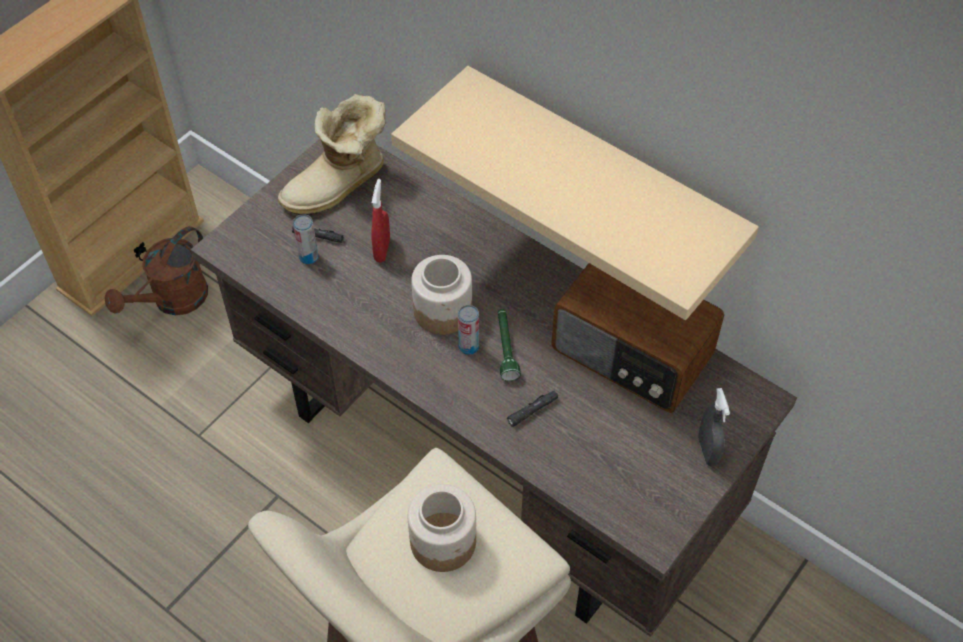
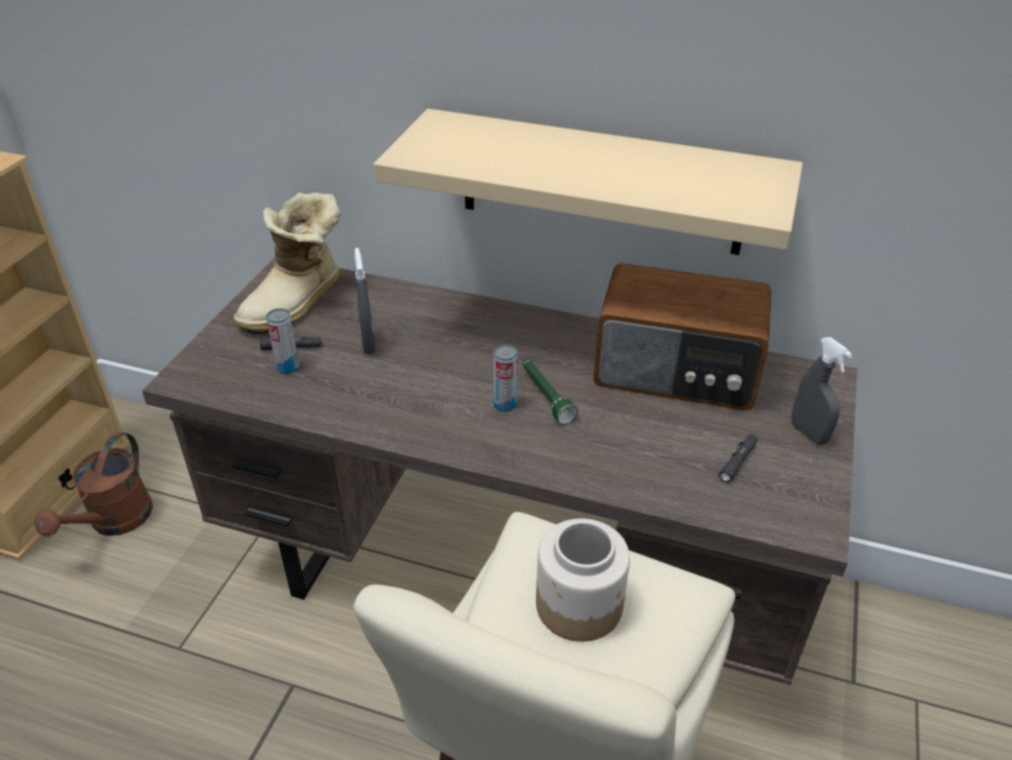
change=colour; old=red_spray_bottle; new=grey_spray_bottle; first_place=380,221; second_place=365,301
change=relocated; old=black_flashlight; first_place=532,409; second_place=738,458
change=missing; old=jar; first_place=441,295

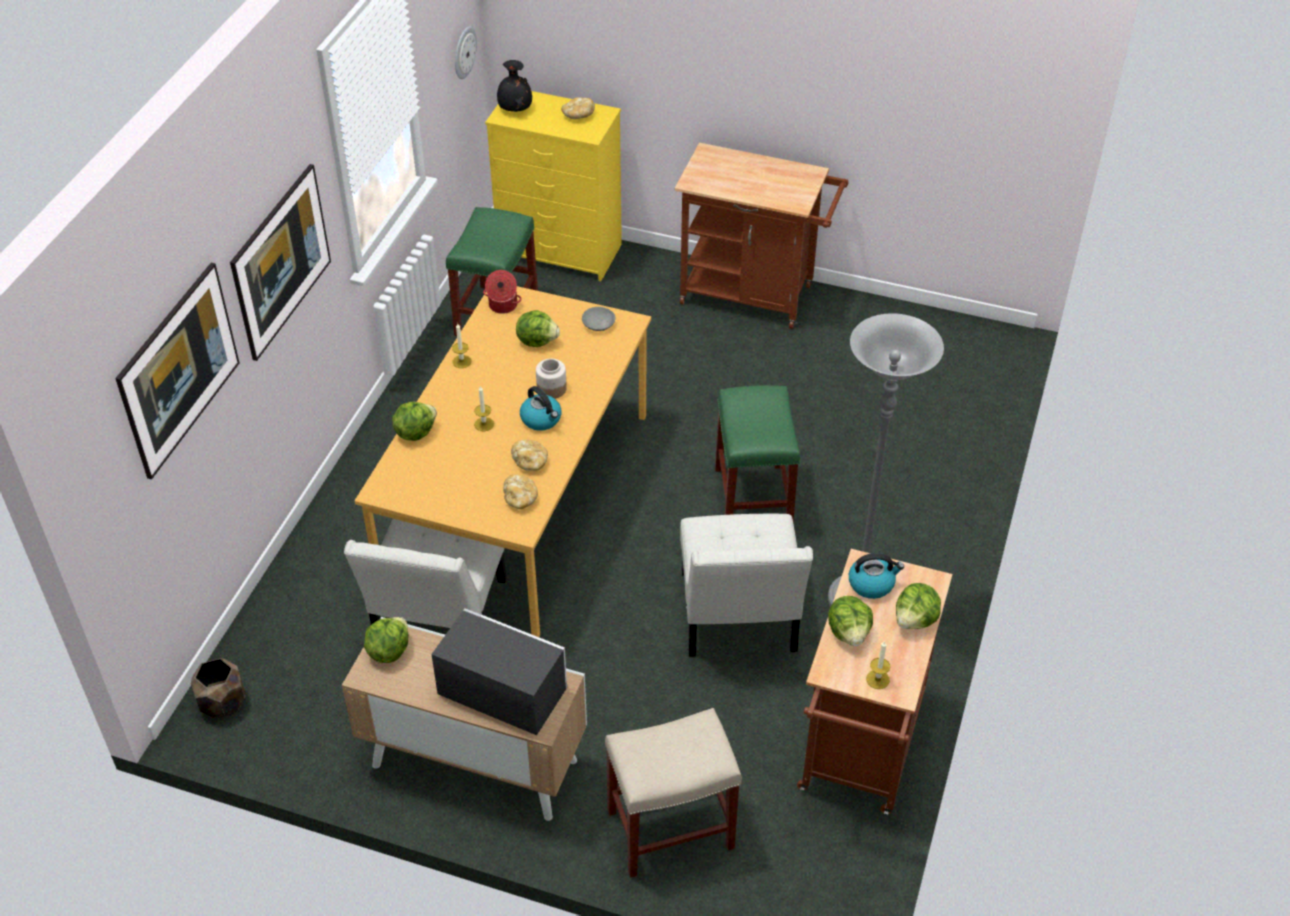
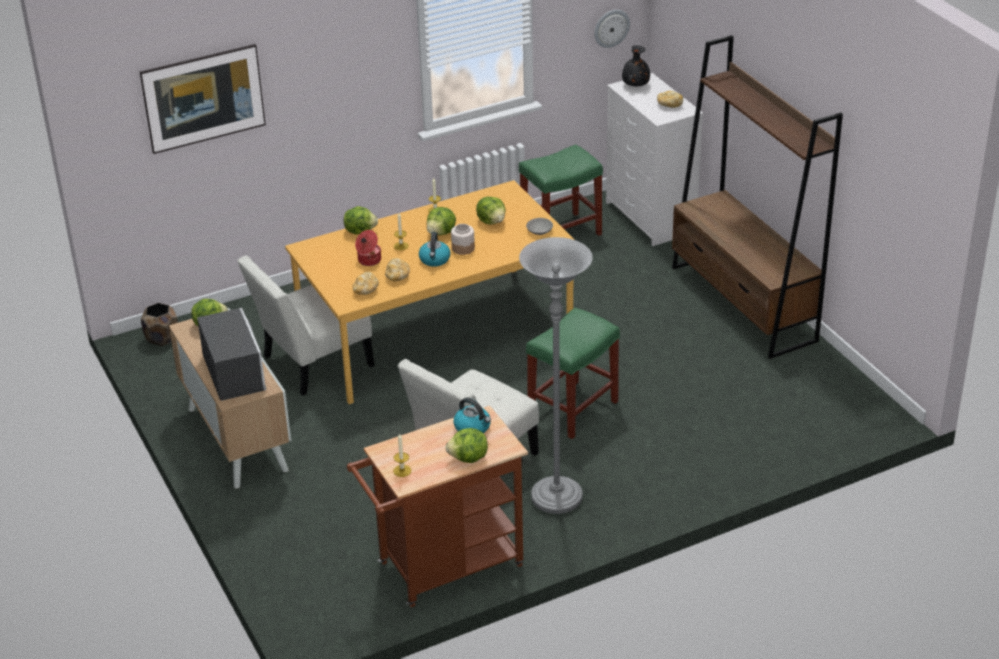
change=relocated; old=cooking_pot; first_place=502,292; second_place=368,248
change=relocated; old=lettuce; first_place=850,621; second_place=441,221
change=colour; old=yellow_dresser; new=white_dresser; first_place=553,186; second_place=654,159
change=exchanged; old=brown_cart; new=brown_bookcase; first_place=761,236; second_place=757,197
change=missing; old=picture; first_place=280,262
change=missing; old=beige_stool; first_place=673,793

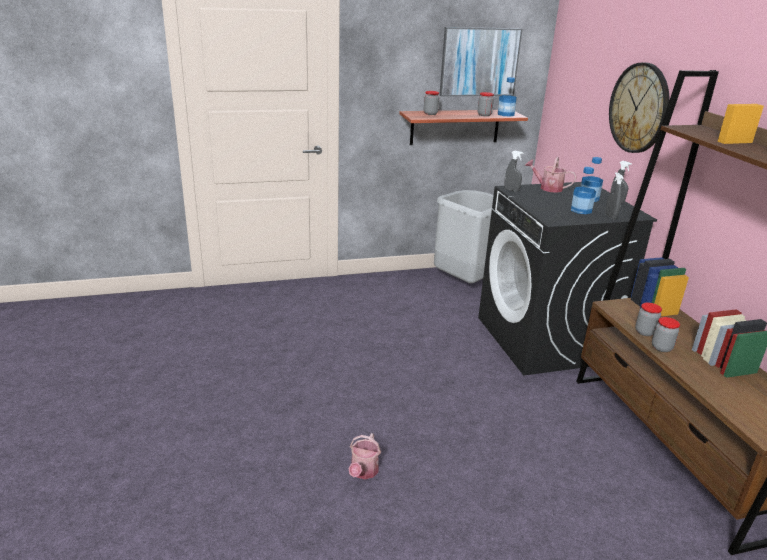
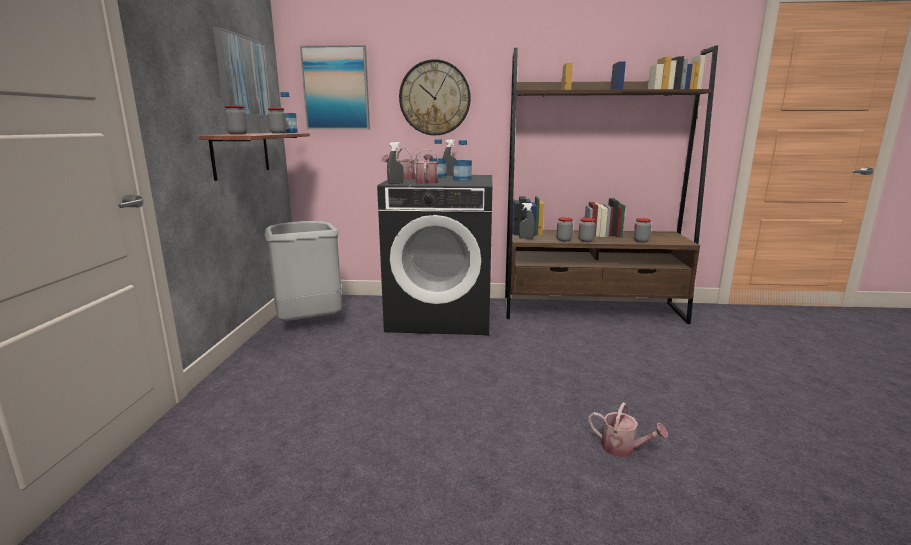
change=appeared; new=picture; second_place=335,87
change=appeared; new=watering_can; second_place=426,167
change=relocated; old=grey_spray_bottle; first_place=614,196; second_place=527,221
change=appeared; new=jar; second_place=642,230

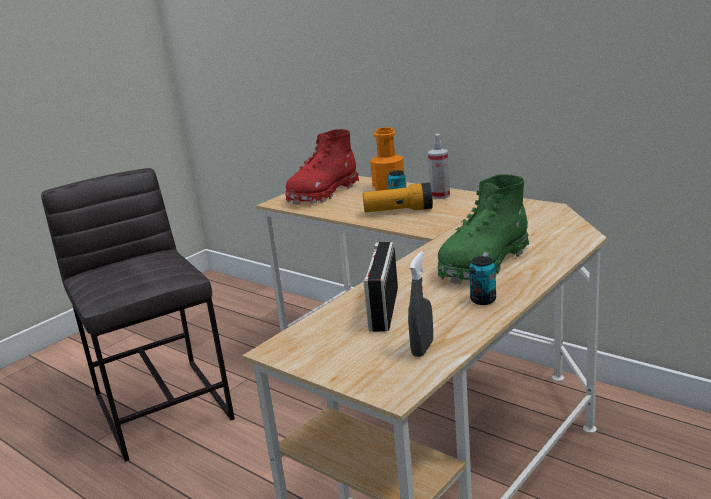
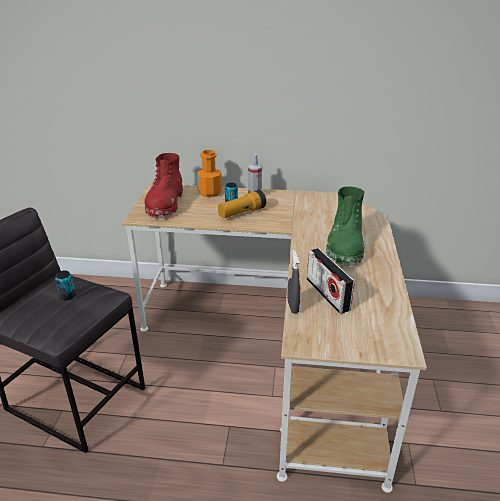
change=relocated; old=can; first_place=482,280; second_place=65,285
change=relocated; old=grey_spray_bottle; first_place=420,304; second_place=293,281

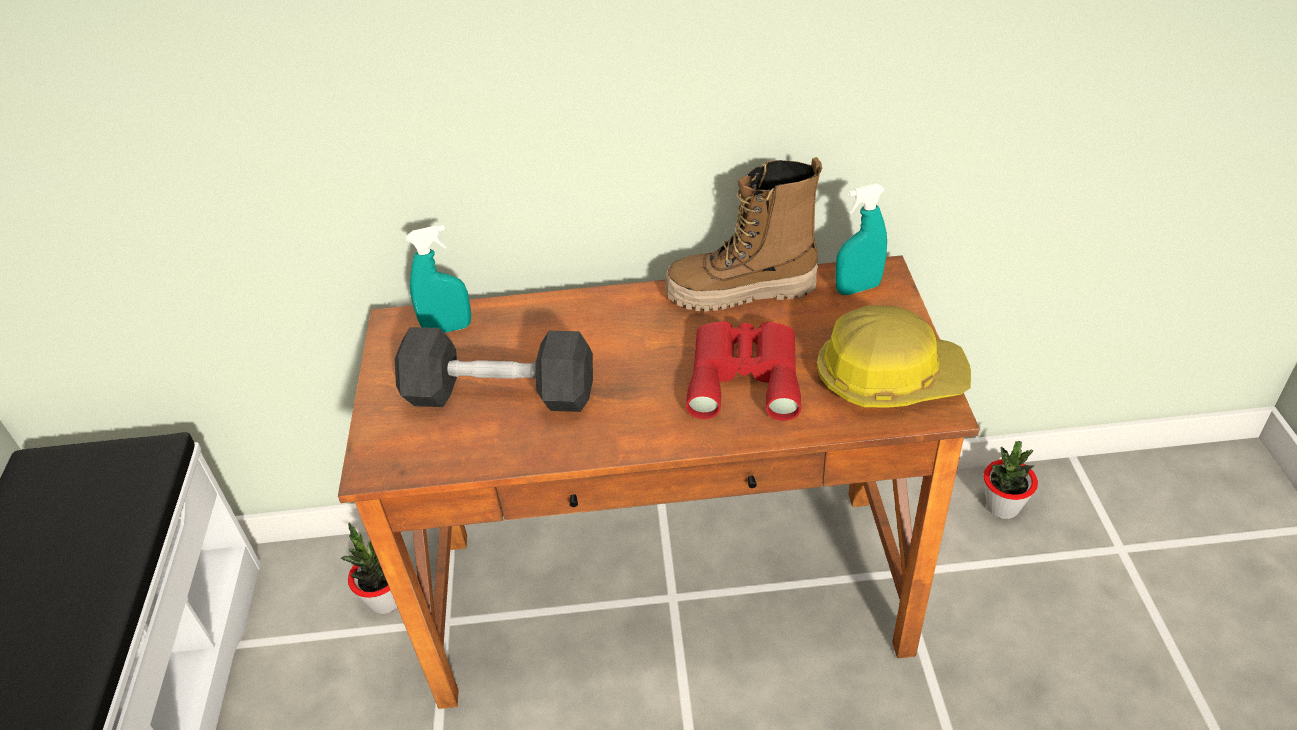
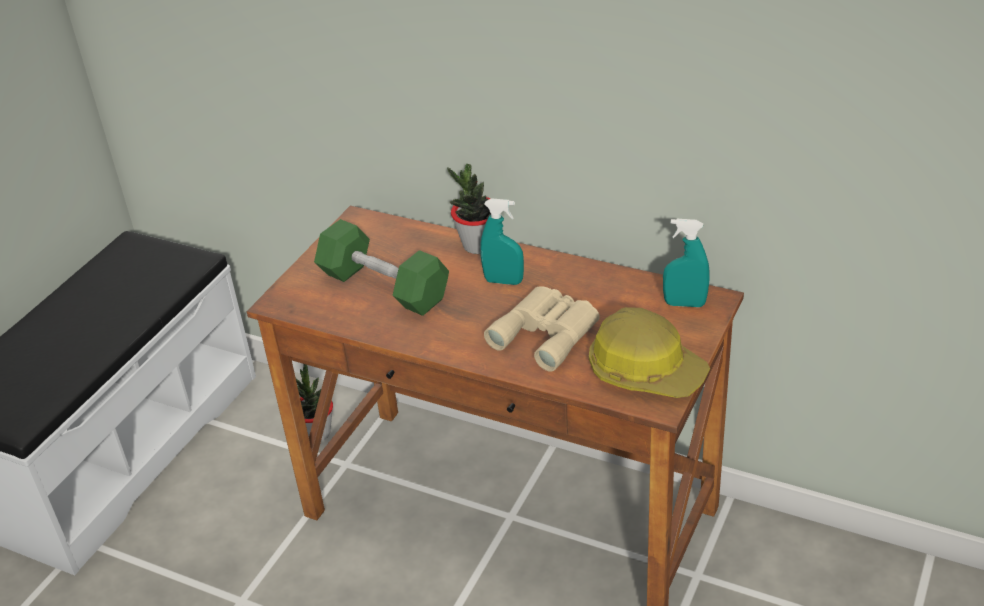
change=colour; old=black_dumbbell; new=green_dumbbell; first_place=494,369; second_place=381,267
change=relocated; old=potted_plant; first_place=1010,480; second_place=469,208
change=relocated; old=turquoise_spray_bottle; first_place=438,279; second_place=502,241
change=colour; old=red_binoculars; new=beige_binoculars; first_place=743,371; second_place=542,328
change=missing; old=boot; first_place=743,234

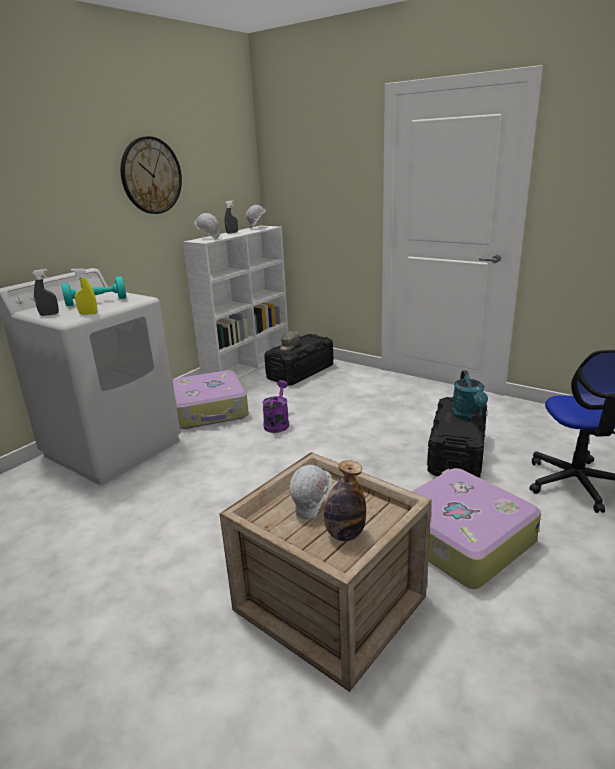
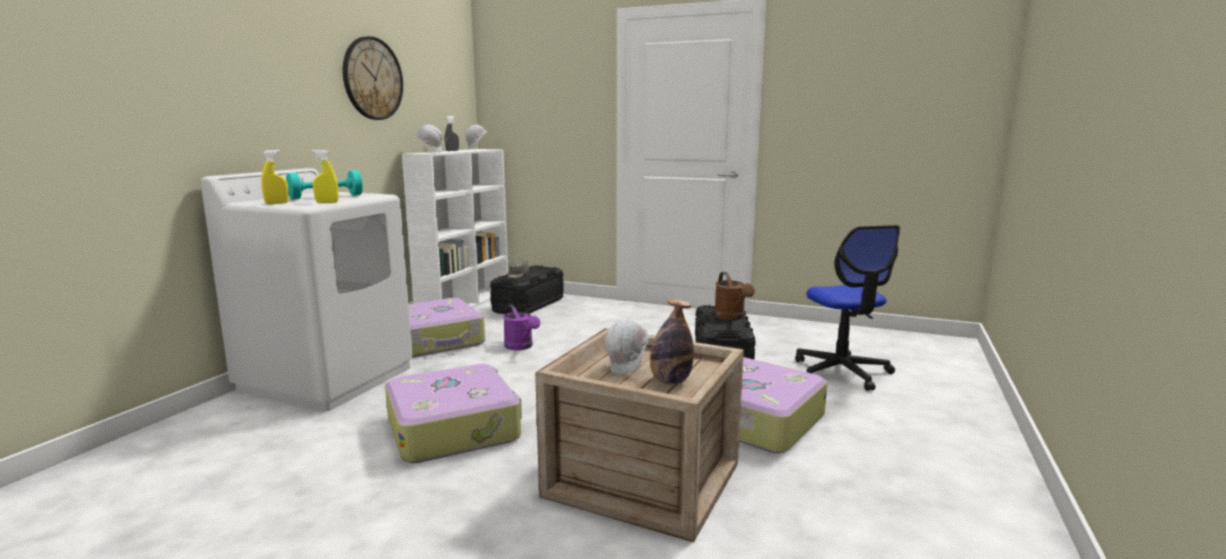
change=colour; old=grey_spray_bottle; new=yellow_spray_bottle; first_place=45,292; second_place=275,177
change=appeared; new=suitcase; second_place=453,413
change=spun; old=purple_watering_can; first_place=275,406; second_place=521,327; degrees=150
change=colour; old=turquoise_watering_can; new=brown_watering_can; first_place=470,395; second_place=734,296

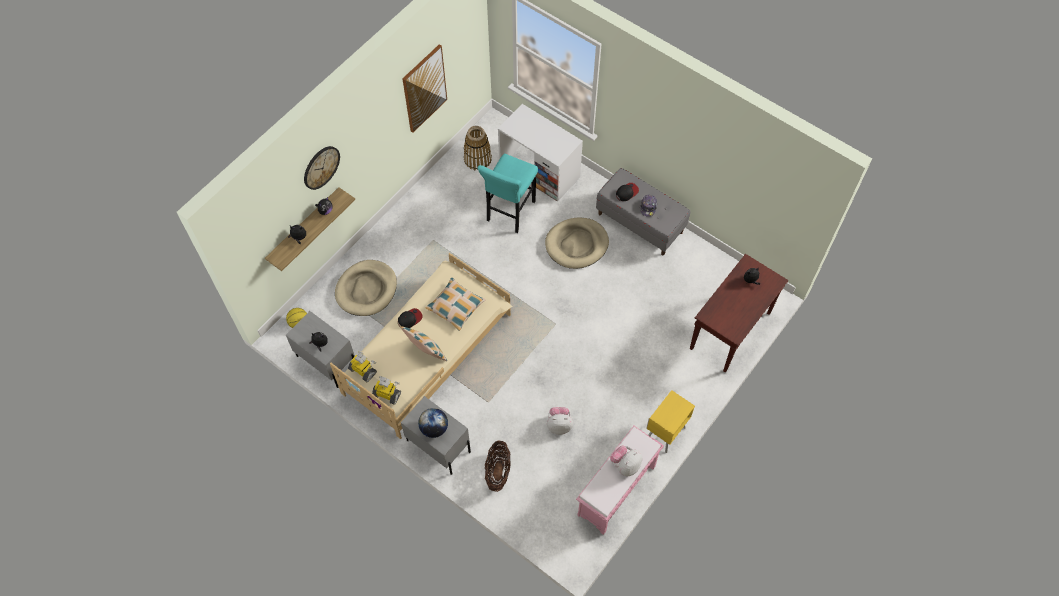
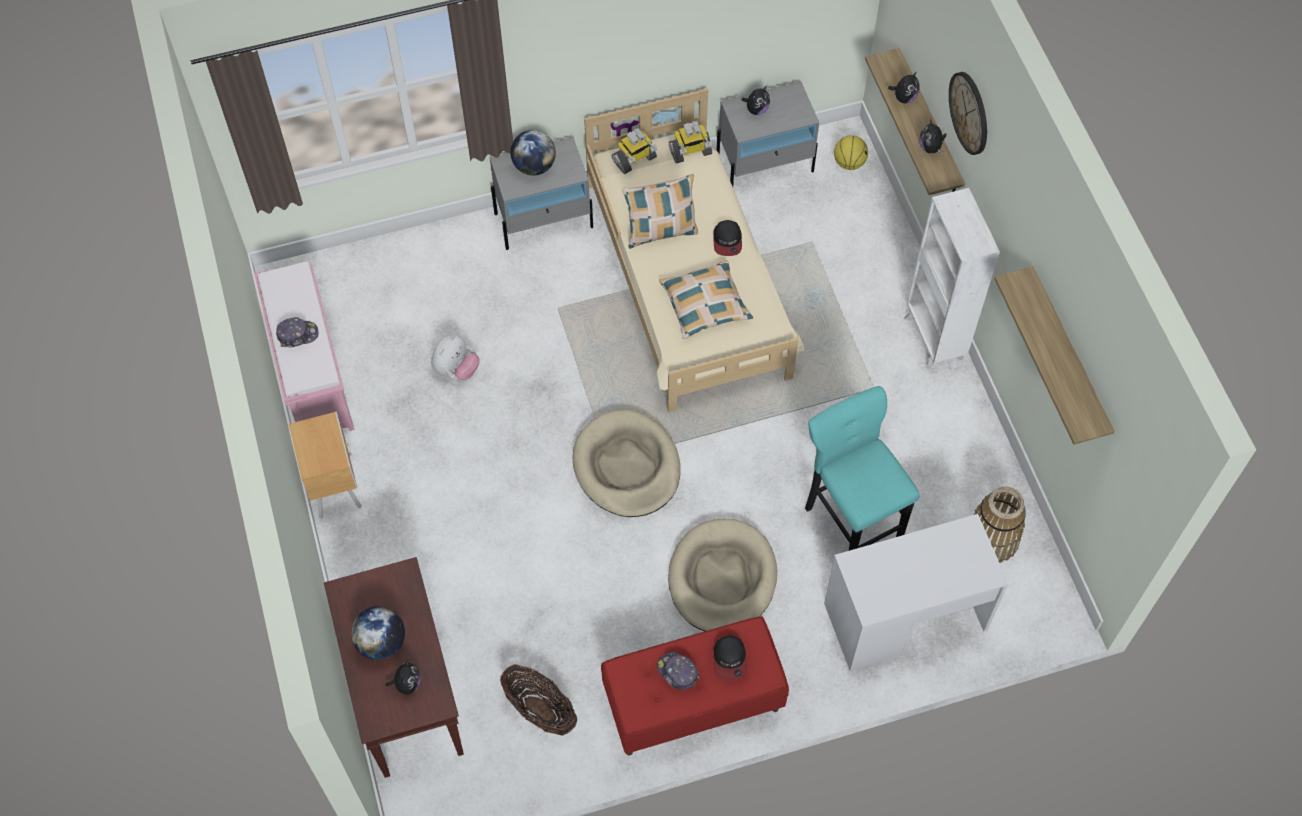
change=exchanged; old=plush_toy; new=cap; first_place=626,461; second_place=297,332
change=colour; old=yellow_nightstand; new=brown_nightstand; first_place=670,421; second_place=325,465
change=appeared; new=globe; second_place=378,633
change=relocated; old=basket; first_place=498,466; second_place=538,700
change=relocated; old=beige_dog_bed; first_place=366,288; second_place=626,463
change=colour; old=grey_bench; new=red_bench; first_place=643,211; second_place=695,686
change=appeared; new=white_bookcase; second_place=952,278
change=exchanged; old=picture; new=shelf; first_place=424,88; second_place=1054,355

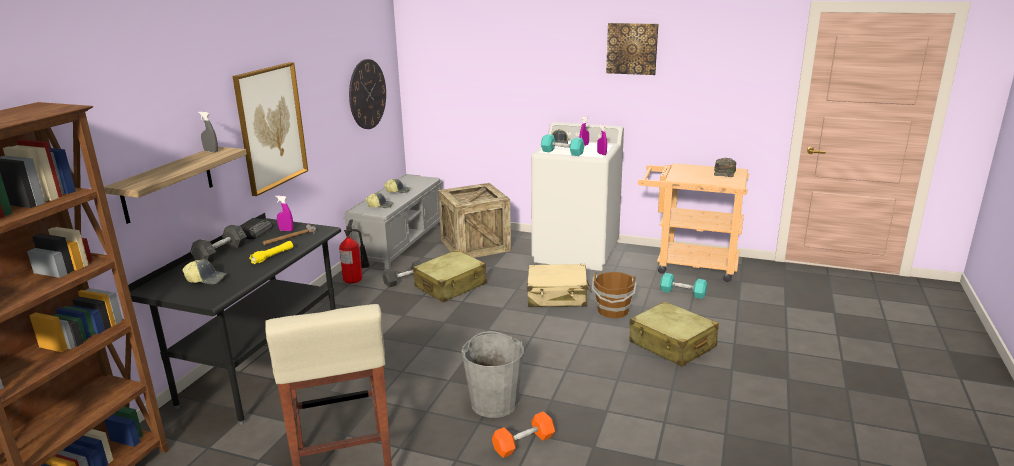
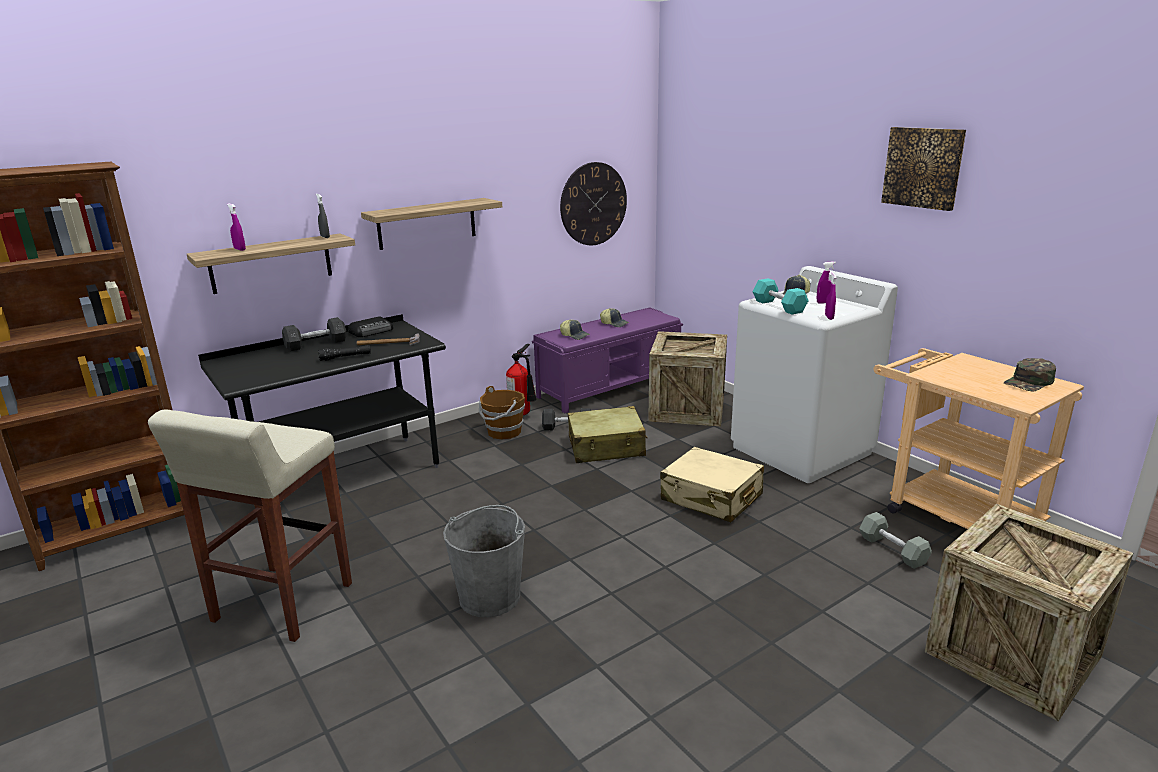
change=relocated; old=purple_spray_bottle; first_place=284,213; second_place=236,227
change=colour; old=yellow_flashlight; new=black_flashlight; first_place=271,252; second_place=344,353
change=exchanged; old=picture; new=shelf; first_place=270,129; second_place=431,224
change=relocated; old=brown_bucket; first_place=614,295; second_place=502,412
change=colour; old=grey_bench; new=purple_bench; first_place=392,222; second_place=607,360
change=colour; old=turquoise_dumbbell; new=grey_dumbbell; first_place=683,286; second_place=895,540
change=appeared; new=crate; second_place=1029,612
change=missing; old=cap; first_place=204,272
change=missing; old=orange_dumbbell; first_place=523,434
change=missing; old=beige_suitcase; first_place=674,334

